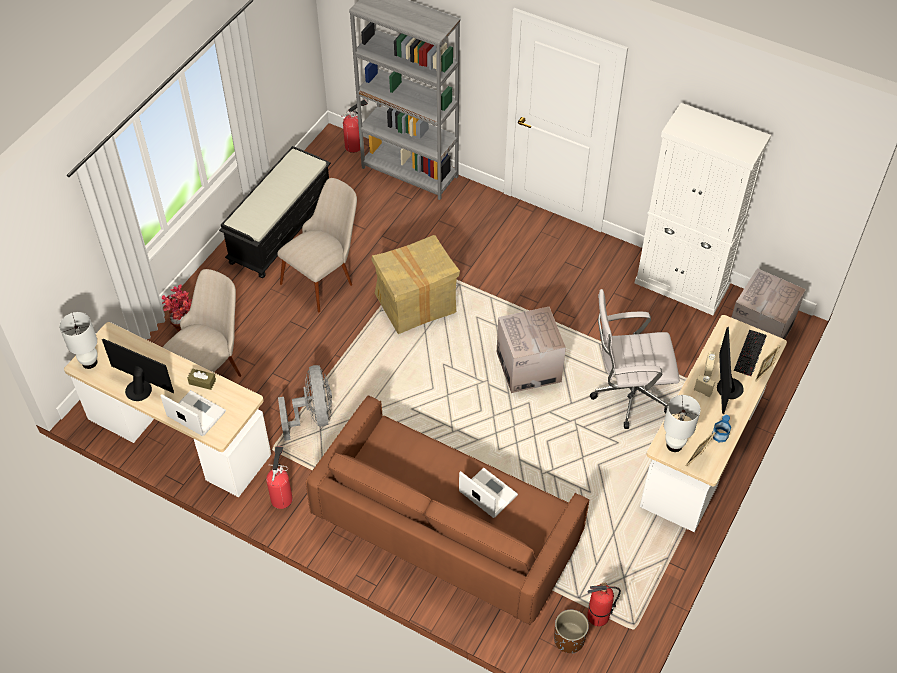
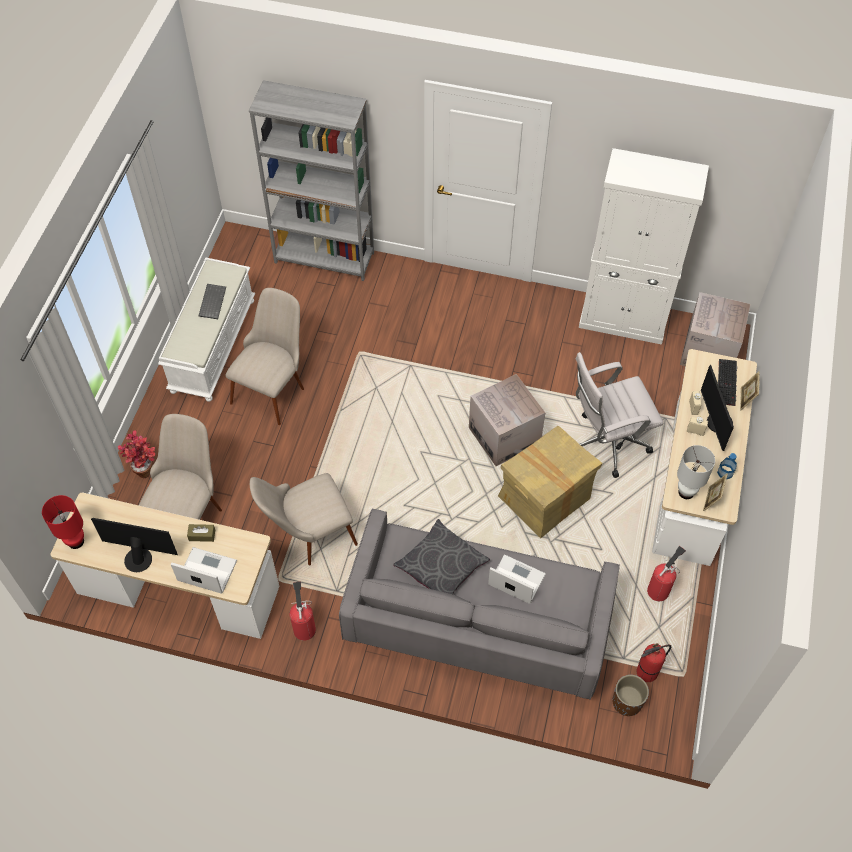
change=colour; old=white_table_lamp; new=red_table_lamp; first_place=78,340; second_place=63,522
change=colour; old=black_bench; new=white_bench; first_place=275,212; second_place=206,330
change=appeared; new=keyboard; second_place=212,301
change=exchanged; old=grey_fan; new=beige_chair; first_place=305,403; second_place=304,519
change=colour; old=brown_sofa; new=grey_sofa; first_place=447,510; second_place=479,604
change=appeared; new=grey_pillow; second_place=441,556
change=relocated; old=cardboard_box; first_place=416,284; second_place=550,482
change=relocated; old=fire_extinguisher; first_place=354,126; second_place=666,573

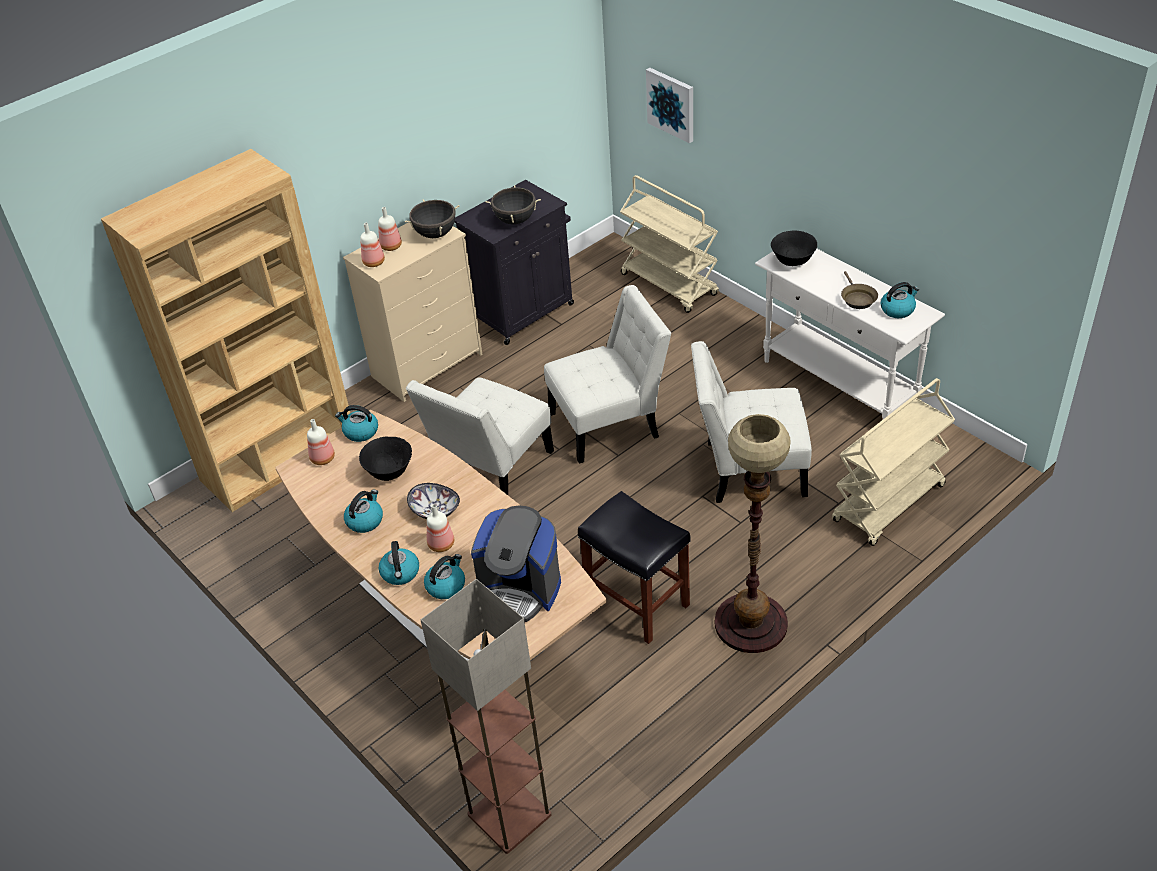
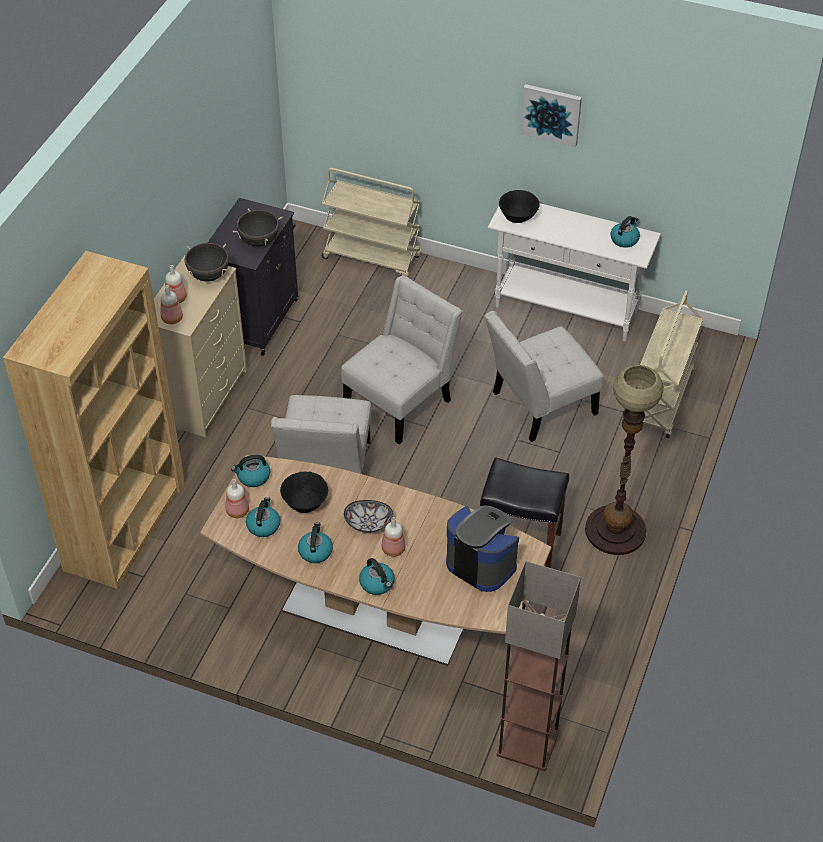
change=relocated; old=kettle; first_place=444,576; second_place=263,517
change=spun; old=coffee_machine; first_place=516,563; second_place=482,548; degrees=-135
change=relocated; old=picture; first_place=669,105; second_place=551,116
change=missing; old=brown_frying_pan; first_place=859,290

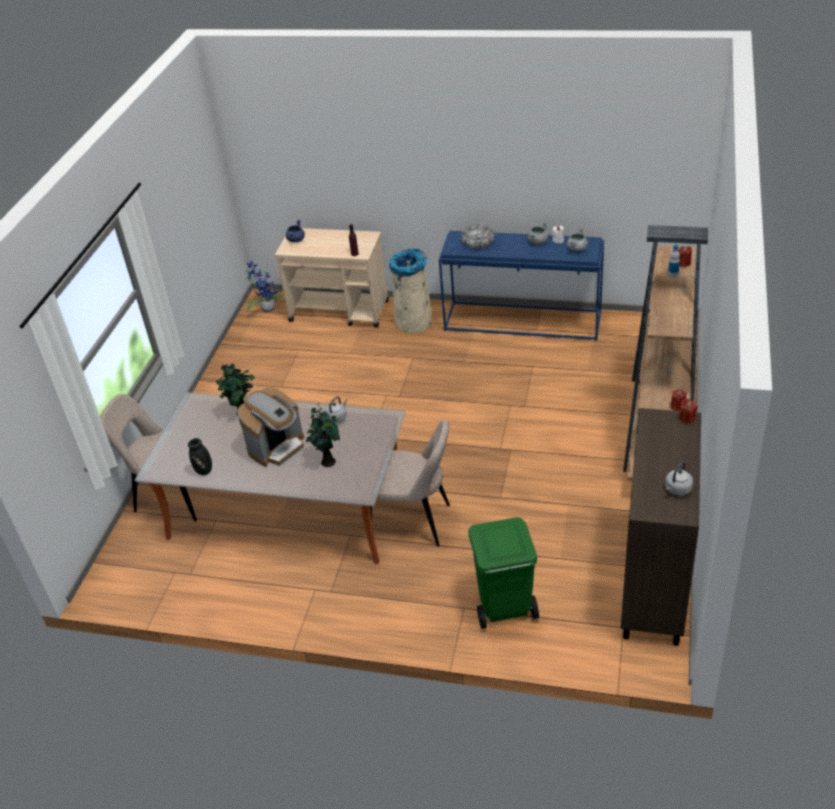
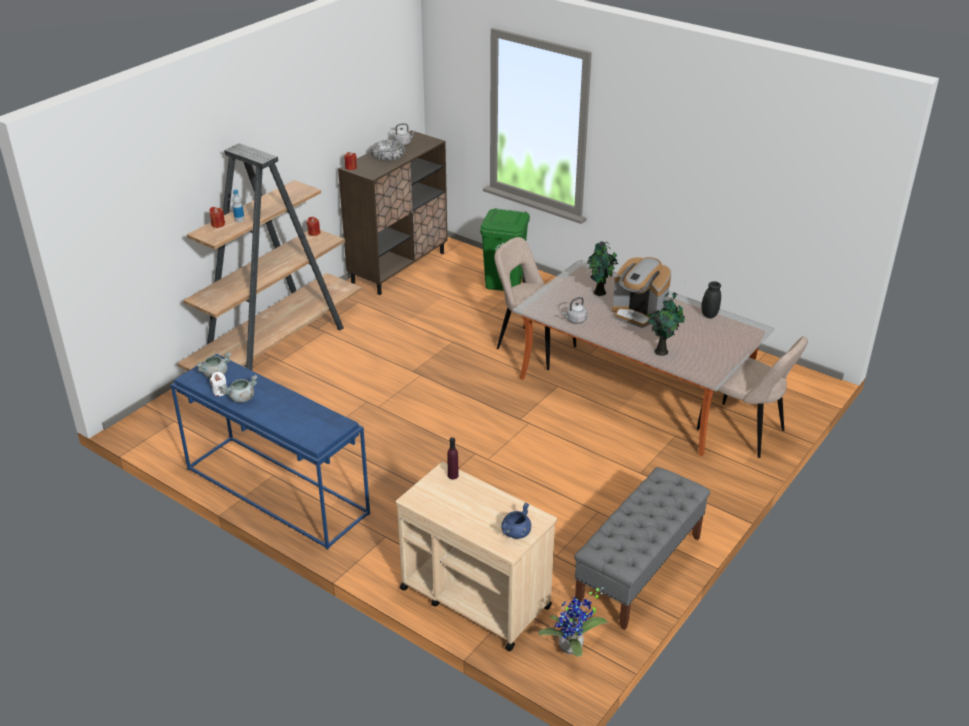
change=relocated; old=bowl; first_place=478,236; second_place=388,150
change=appeared; new=grey_bench; second_place=642,548
change=spun; old=coffee_machine; first_place=270,427; second_place=641,292; degrees=-120
change=missing; old=beige_trash_can; first_place=410,291

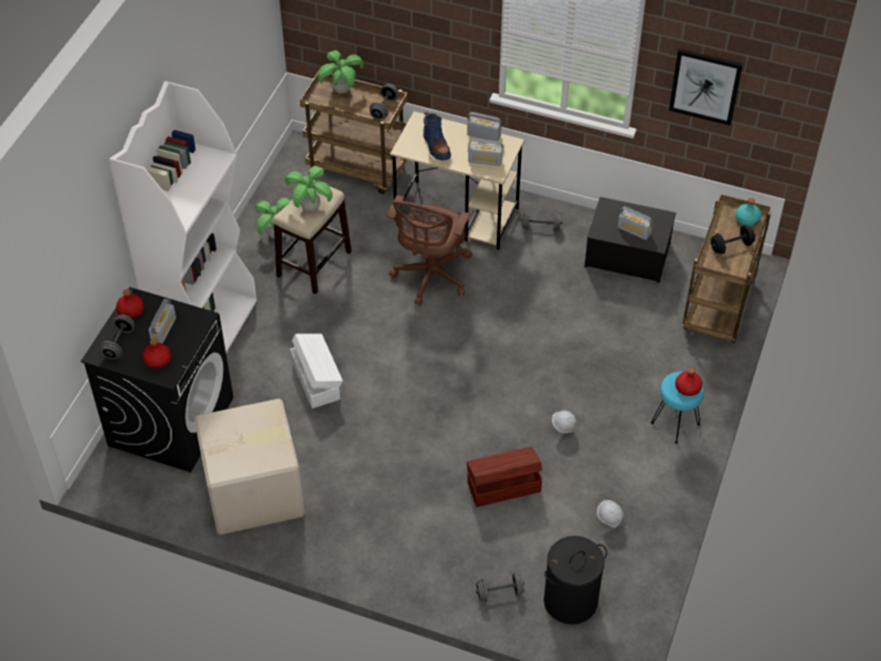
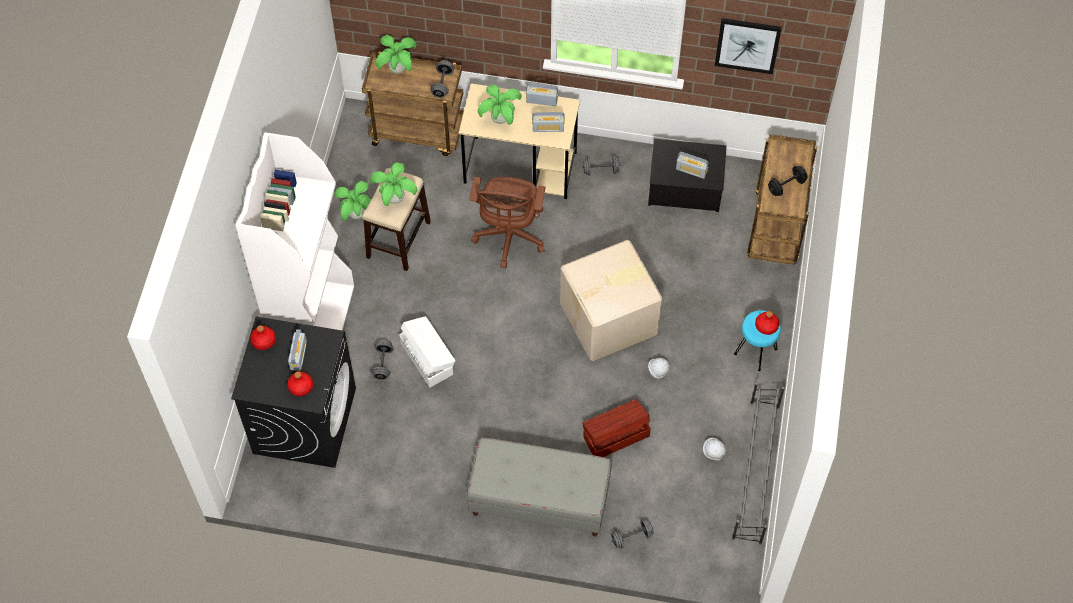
change=relocated; old=grey_dumbbell; first_place=117,337; second_place=382,360
change=appeared; new=grey_bench; second_place=539,487
change=exchanged; old=blue_boot; new=potted_plant; first_place=437,135; second_place=500,104
change=relocated; old=cardboard_box; first_place=249,467; second_place=611,300
change=appeared; new=grey_shoe_rack; second_place=758,463
change=missing; old=black_laundry_basket; first_place=575,580
change=missing; old=turquoise_bottle; first_place=748,212

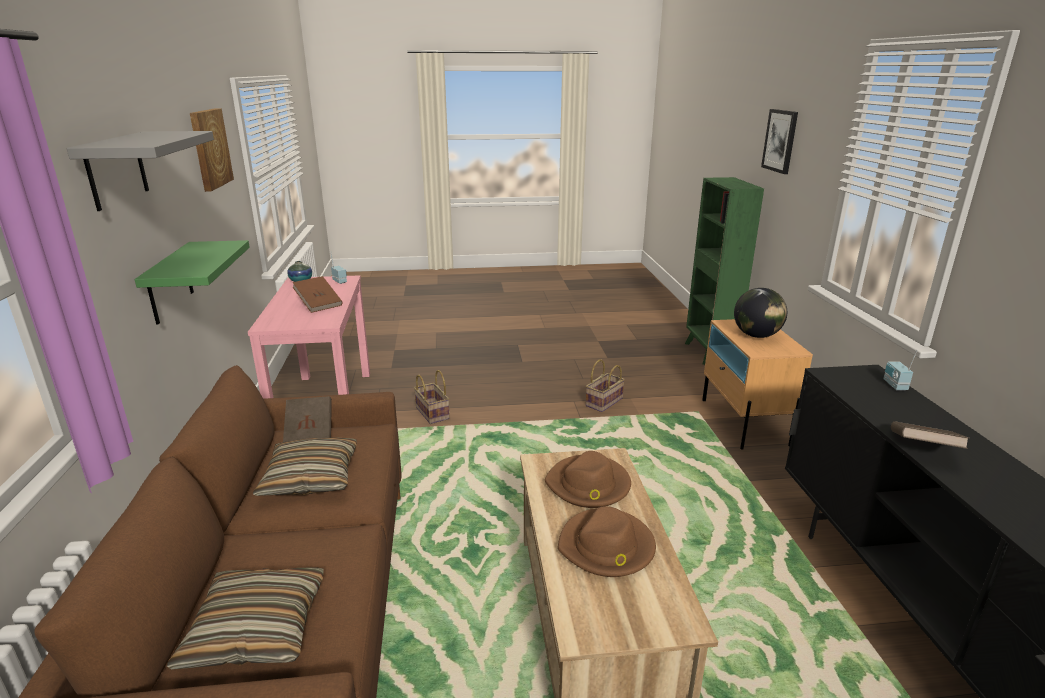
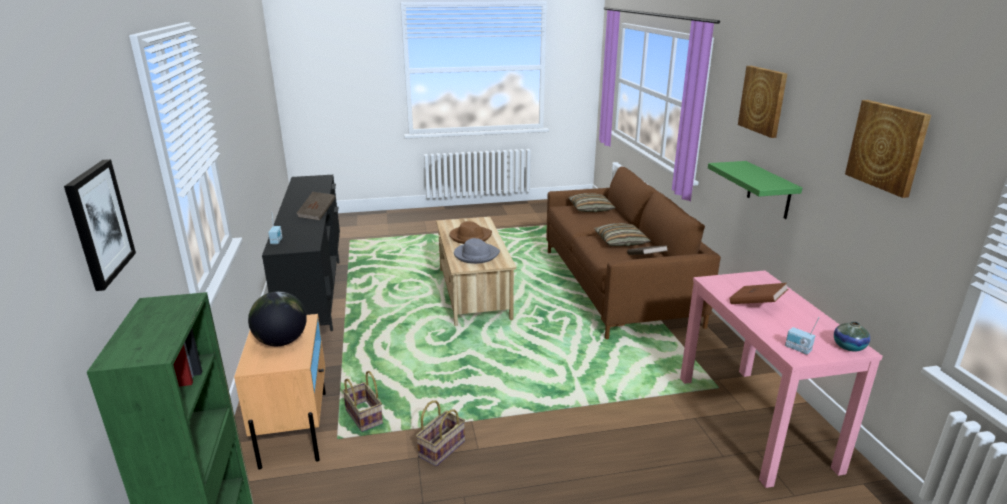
change=relocated; old=basket; first_place=432,397; second_place=363,401
change=colour; old=brown_hat; new=grey_hat; first_place=588,479; second_place=477,251
change=exchanged; old=grey_shelf; new=picture; first_place=140,171; second_place=762,102

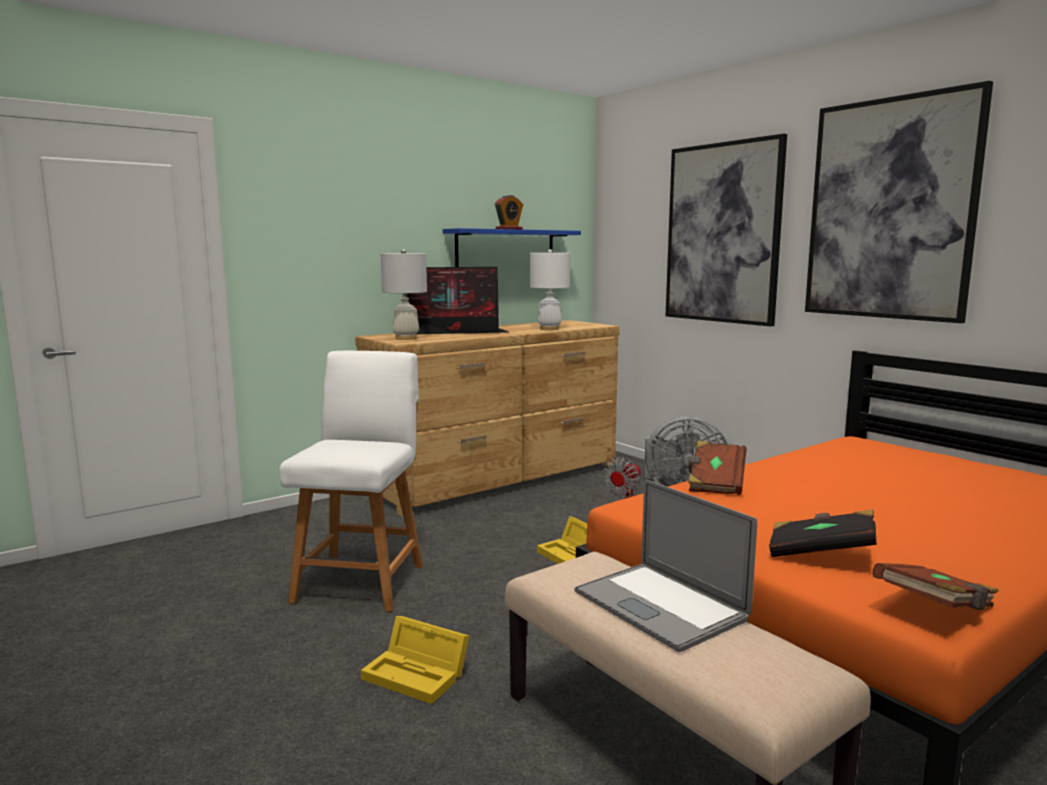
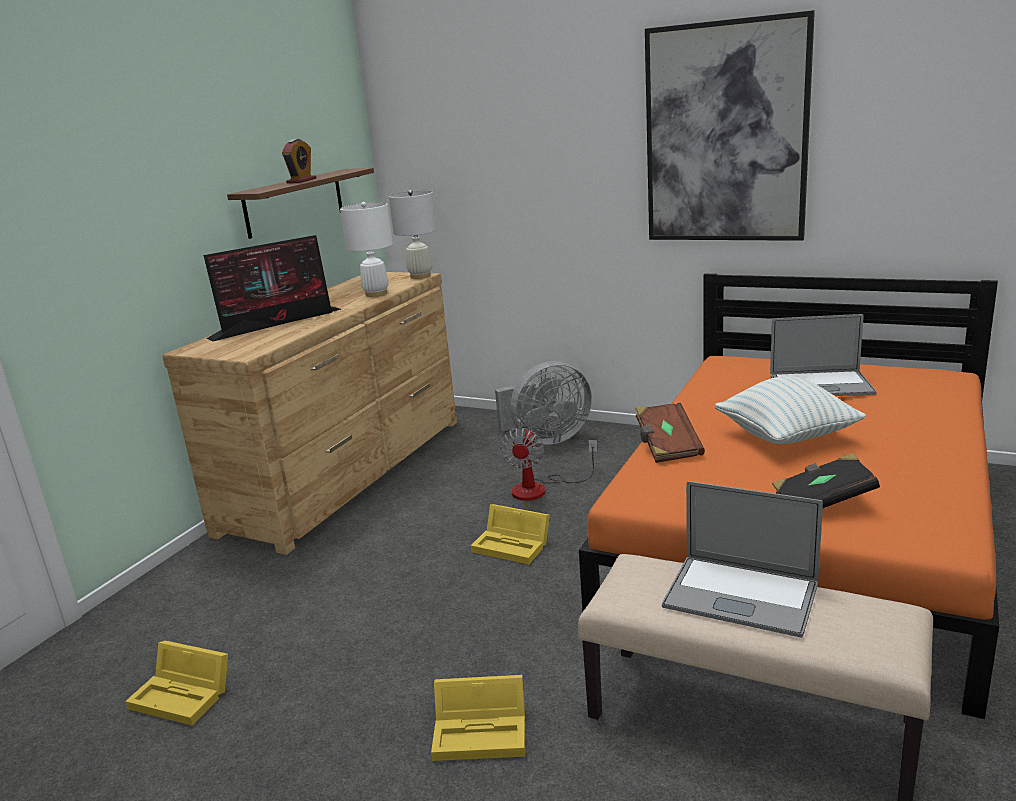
change=appeared; new=yellow_storage_box; second_place=176,683
change=colour; old=blue_shelf; new=brown_shelf; first_place=512,247; second_place=300,203
change=relocated; old=white_table_lamp; first_place=404,294; second_place=413,234
change=appeared; new=pillow; second_place=790,410
change=appeared; new=laptop; second_place=823,355
change=missing; old=white_chair; first_place=351,481
change=missing; old=picture; first_place=726,230
change=missing; old=brown_book; first_place=936,586

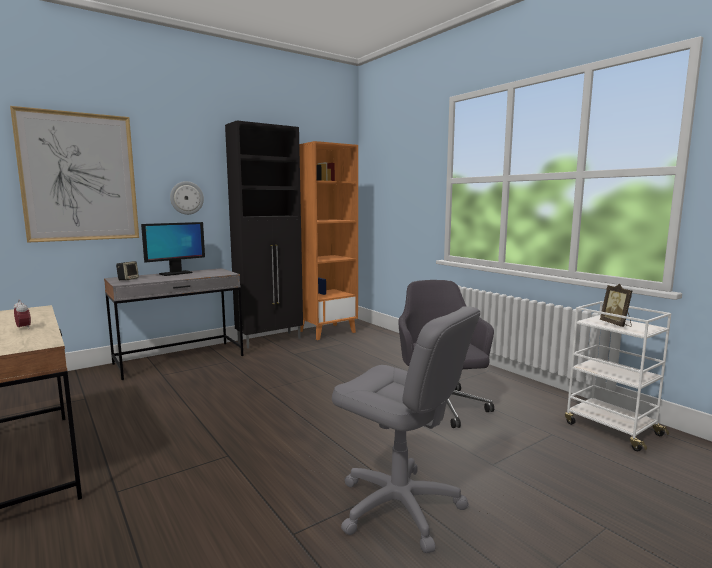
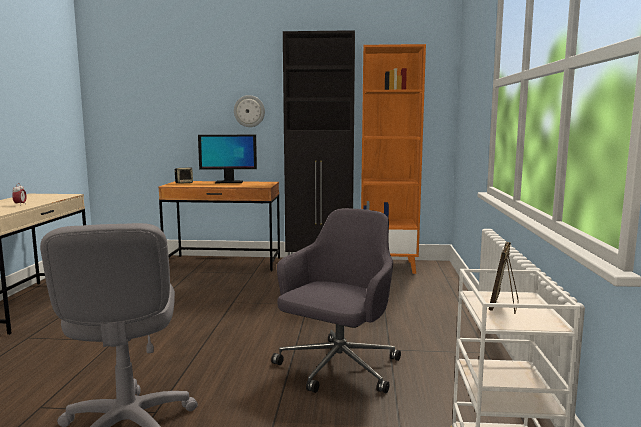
change=colour; old=grey_desk; new=brown_desk; first_place=173,324; second_place=219,226
change=missing; old=picture; first_place=74,174

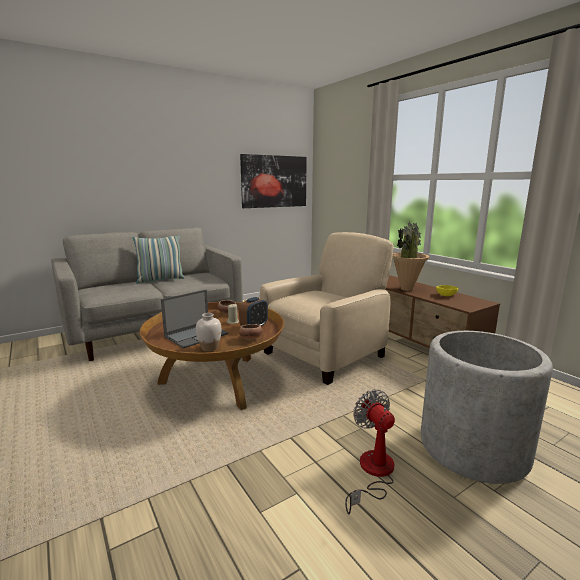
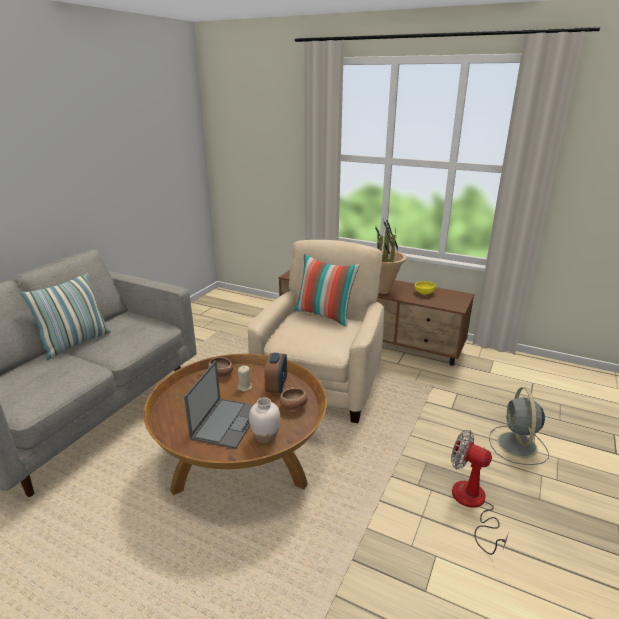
change=appeared; new=pillow; second_place=327,290
change=exchanged; old=grey_planter; new=grey_fan; first_place=487,407; second_place=519,426
change=missing; old=picture; first_place=273,181

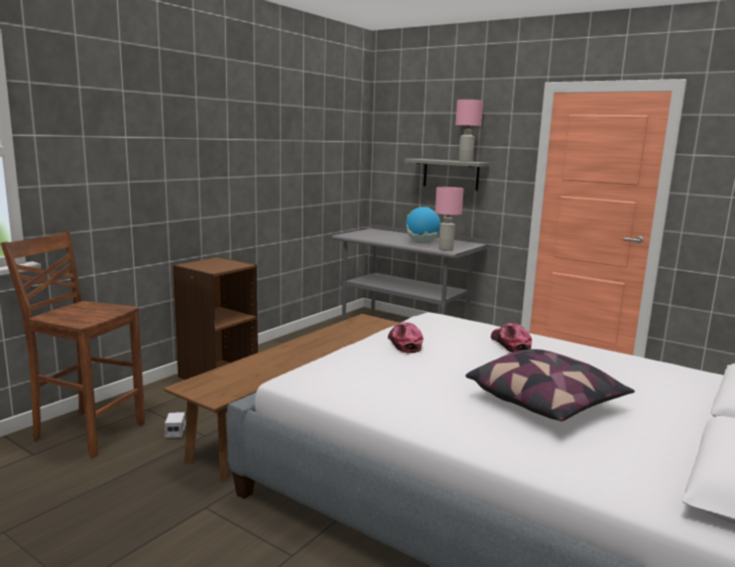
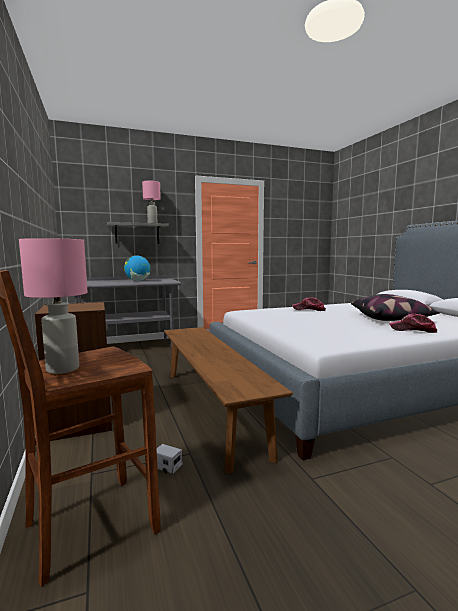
change=relocated; old=pink_table_lamp; first_place=449,219; second_place=53,306
change=relocated; old=cap; first_place=405,337; second_place=413,323

